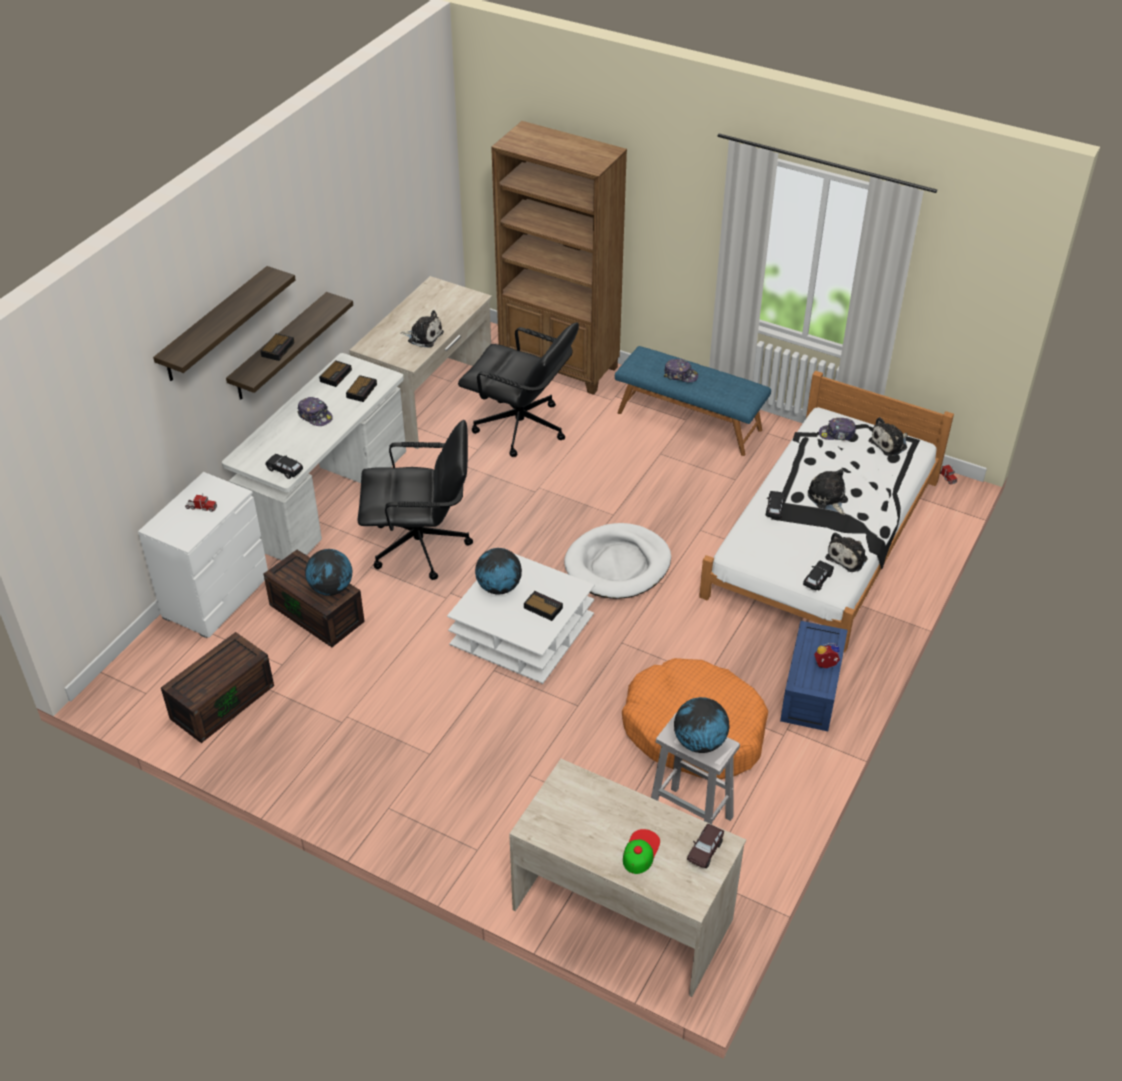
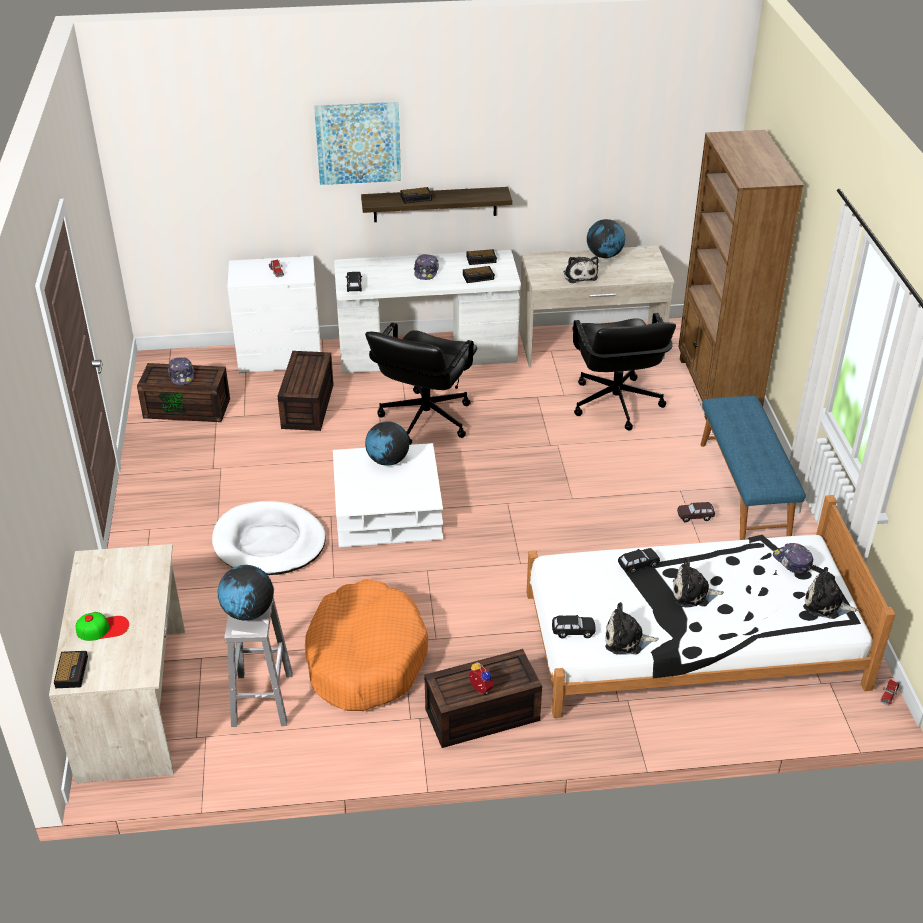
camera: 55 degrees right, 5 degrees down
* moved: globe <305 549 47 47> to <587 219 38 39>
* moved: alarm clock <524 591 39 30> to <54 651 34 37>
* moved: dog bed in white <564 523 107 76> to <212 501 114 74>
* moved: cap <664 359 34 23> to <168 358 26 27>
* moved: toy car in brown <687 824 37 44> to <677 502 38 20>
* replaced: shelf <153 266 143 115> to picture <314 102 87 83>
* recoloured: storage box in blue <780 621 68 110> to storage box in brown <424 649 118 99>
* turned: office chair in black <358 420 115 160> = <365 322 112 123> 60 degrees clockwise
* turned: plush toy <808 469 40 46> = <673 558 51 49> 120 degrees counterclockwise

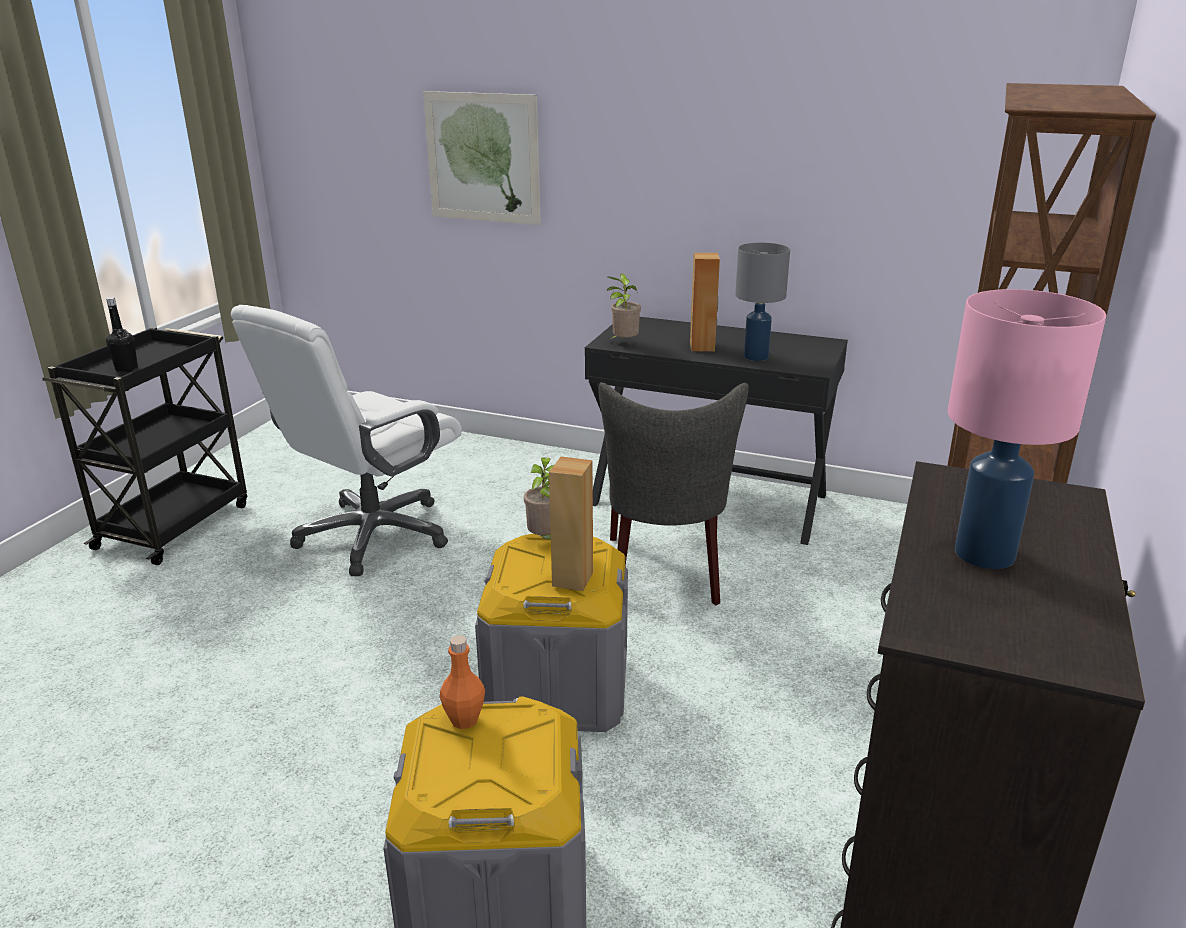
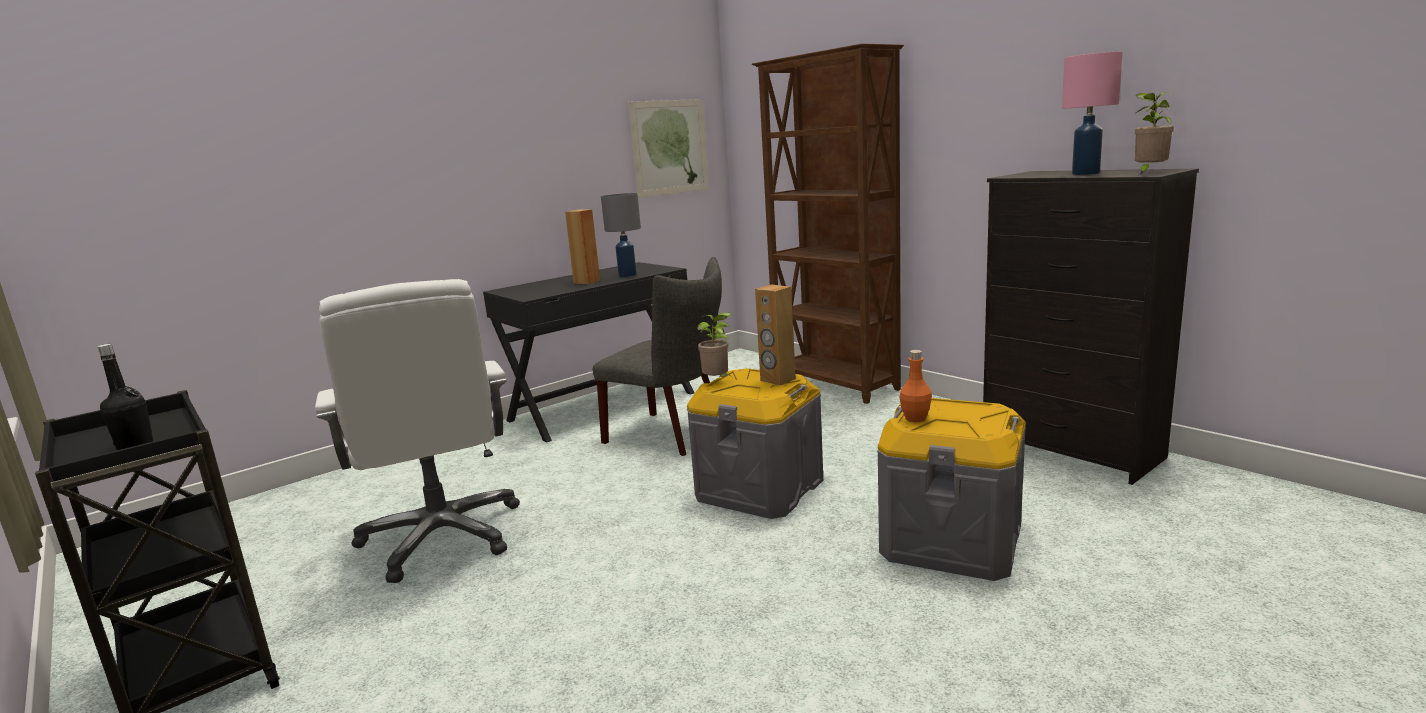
camera: 60 degrees left, 10 degrees down
* moved: picture <423 91 118 134> to <628 99 81 99>
* moved: potted plant <607 273 34 67> to <1135 92 41 83>

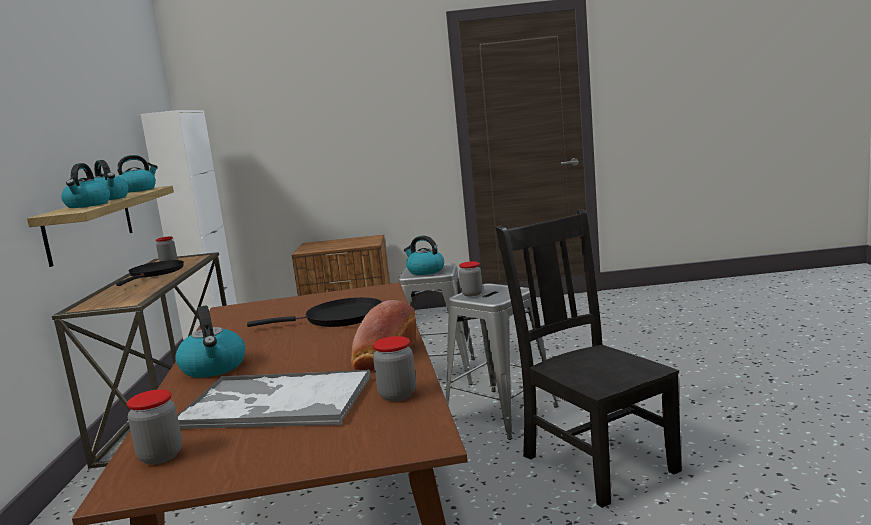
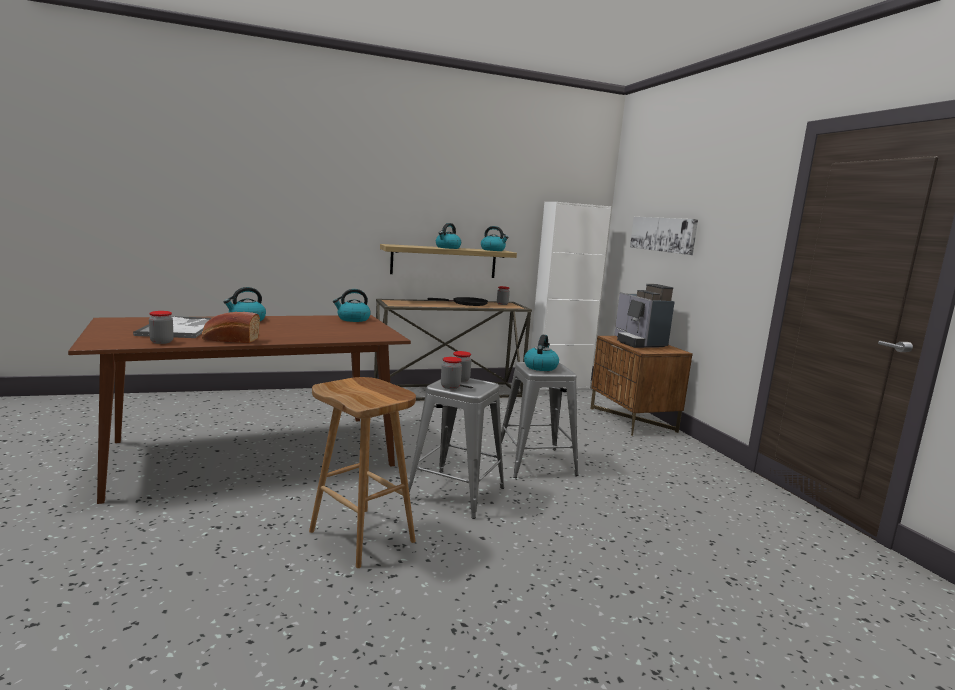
camera: 70 degrees right, 0 degrees up
* removed: frying pan in black <247 297 135 30>
* added: coffee machine <614 284 61 64>
* added: picture <630 217 68 38>
* moved: kettle <61 163 49 45> to <333 289 38 33>
* moved: jar <127 389 55 76> to <441 357 21 32>
* replaced: chair in black <495 209 187 299> to stool in brown <309 377 107 191>

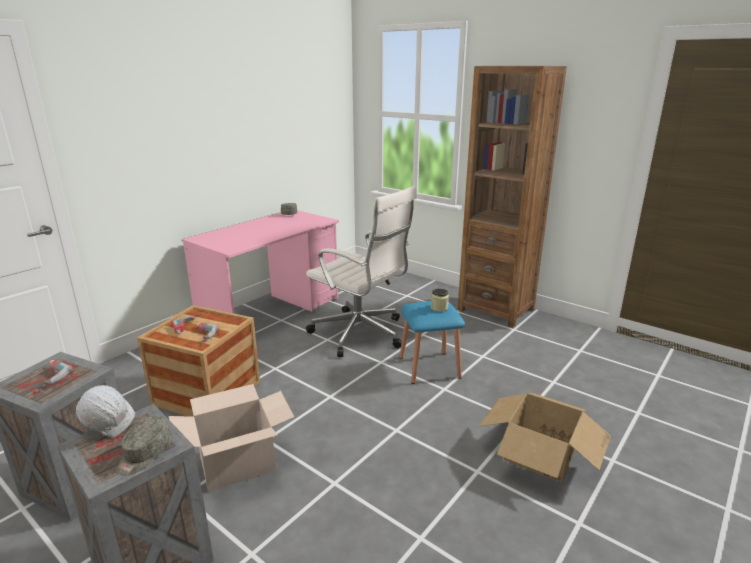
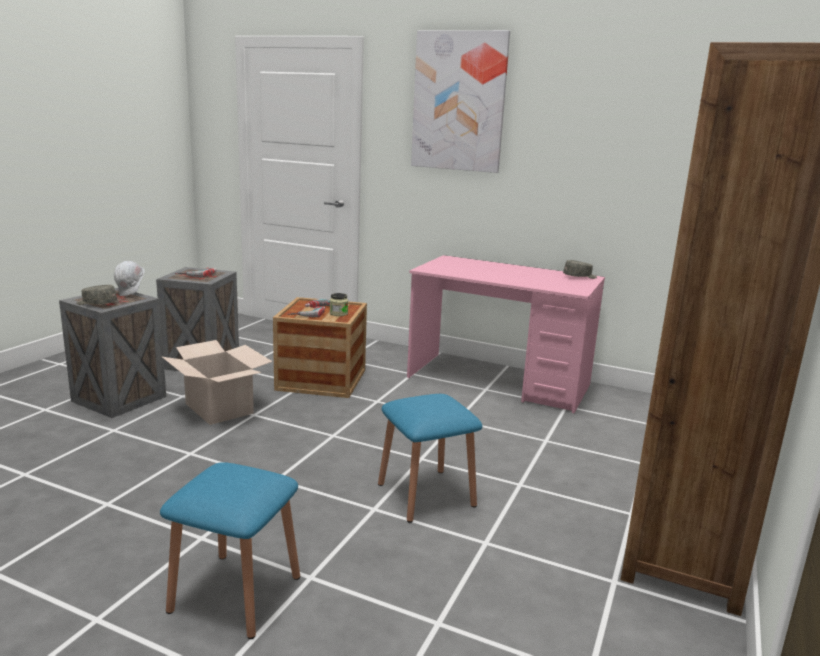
camera: 75 degrees right, 5 degrees down
* removed: office chair in white <306 186 111 171>
* added: picture <411 30 99 143>
* moved: jar <431 288 18 24> to <330 293 18 23>
* replaced: cardboard box <480 393 131 89> to stool in blue <160 462 140 177>

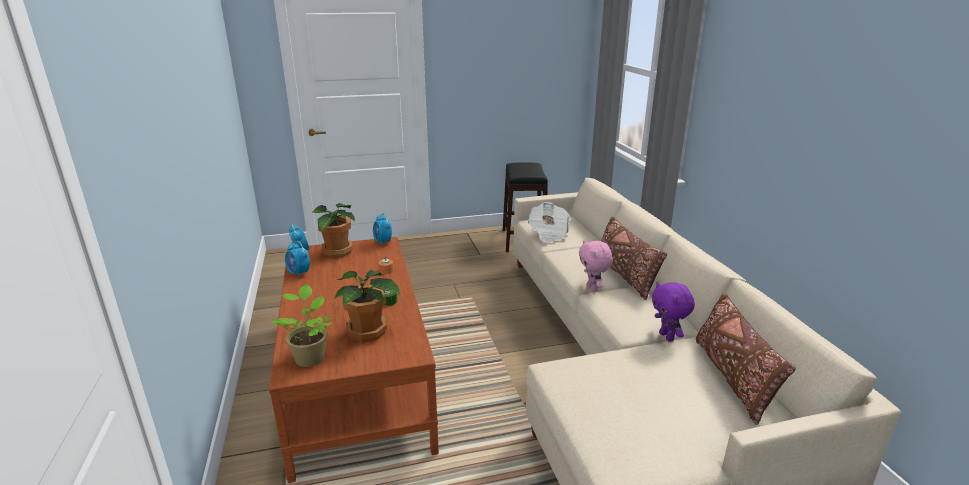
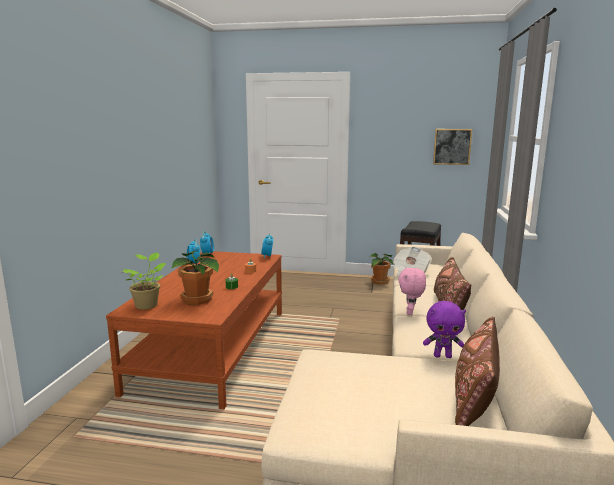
camera: 25 degrees right, 10 degrees down
* added: picture <433 129 39 36>
* moved: potted plant <312 203 43 55> to <370 253 23 32>
* turned: plush toy in purple <652 282 43 60> = <423 301 43 57> 90 degrees counterclockwise

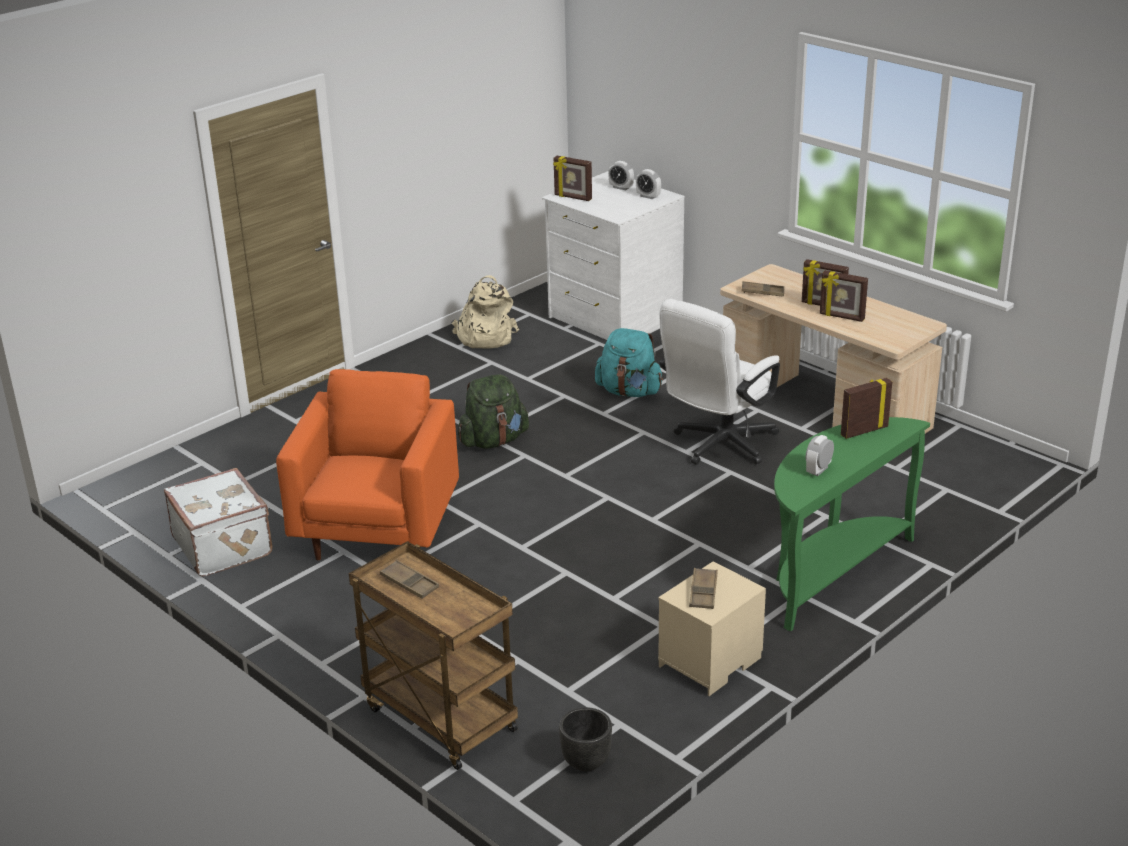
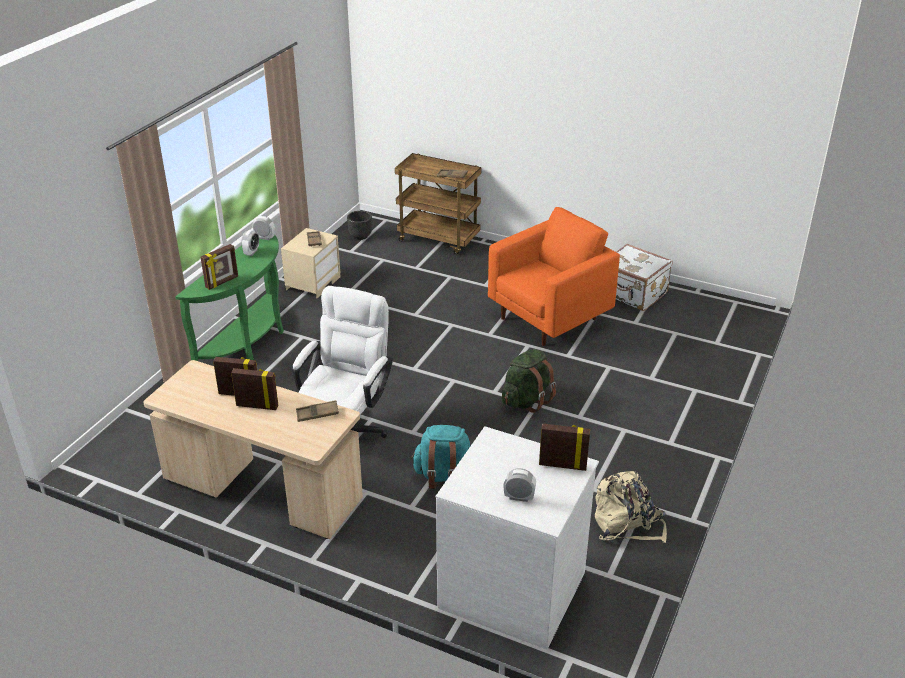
camera: 160 degrees right, 5 degrees up
* moved: alarm clock <636 169 25 30> to <252 216 23 24>
* turned: armchair in orange <276 369 183 191> = <488 207 132 139> 120 degrees counterclockwise

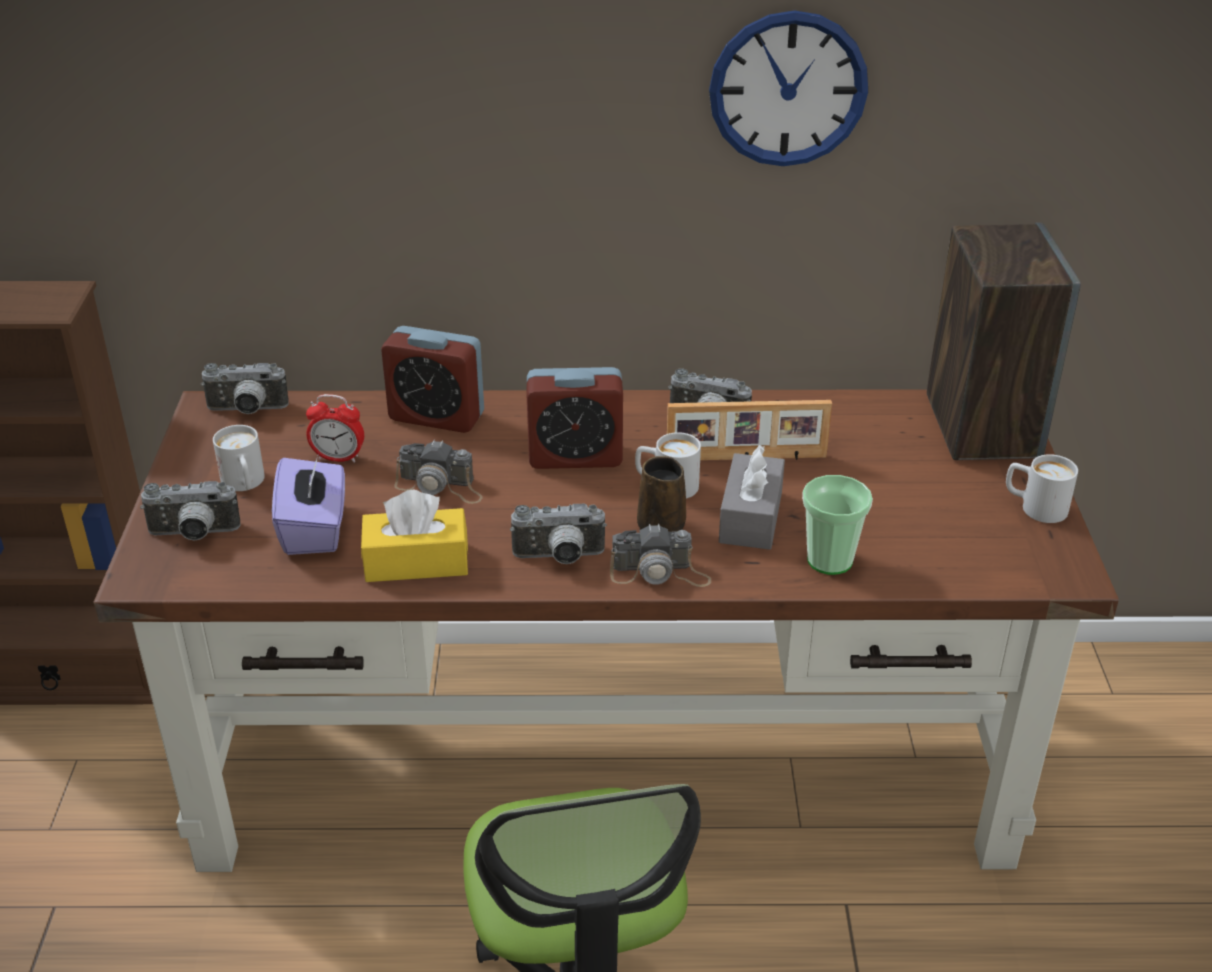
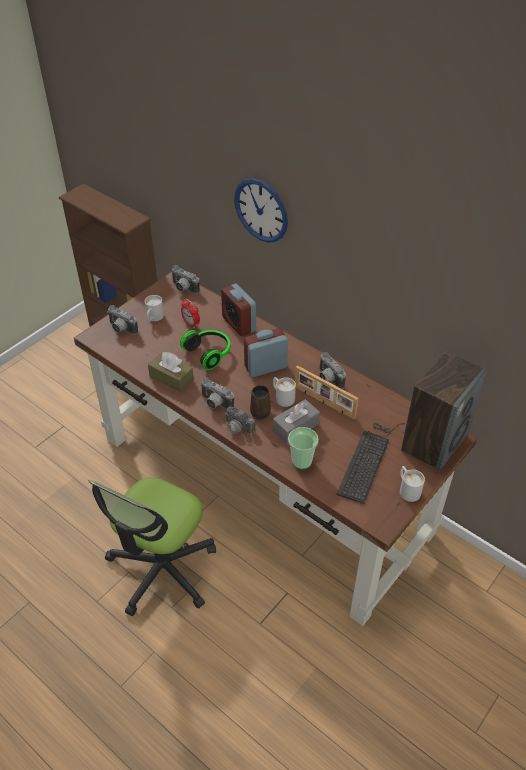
camera: 40 degrees right, 10 degrees up
* removed: tissue box in purple <272 453 73 102>
* added: keyboard <337 423 68 81>
* moved: wall clock <709 11 159 155> to <234 178 54 65>
* replaced: photo camera <394 440 89 64> to headphones <180 330 50 40>
* recoloured: tissue box in yellow <361 490 107 92> to tissue box in brown <148 352 46 41>
* turned: alarm clock <527 367 96 102> = <244 328 44 49> 120 degrees clockwise

